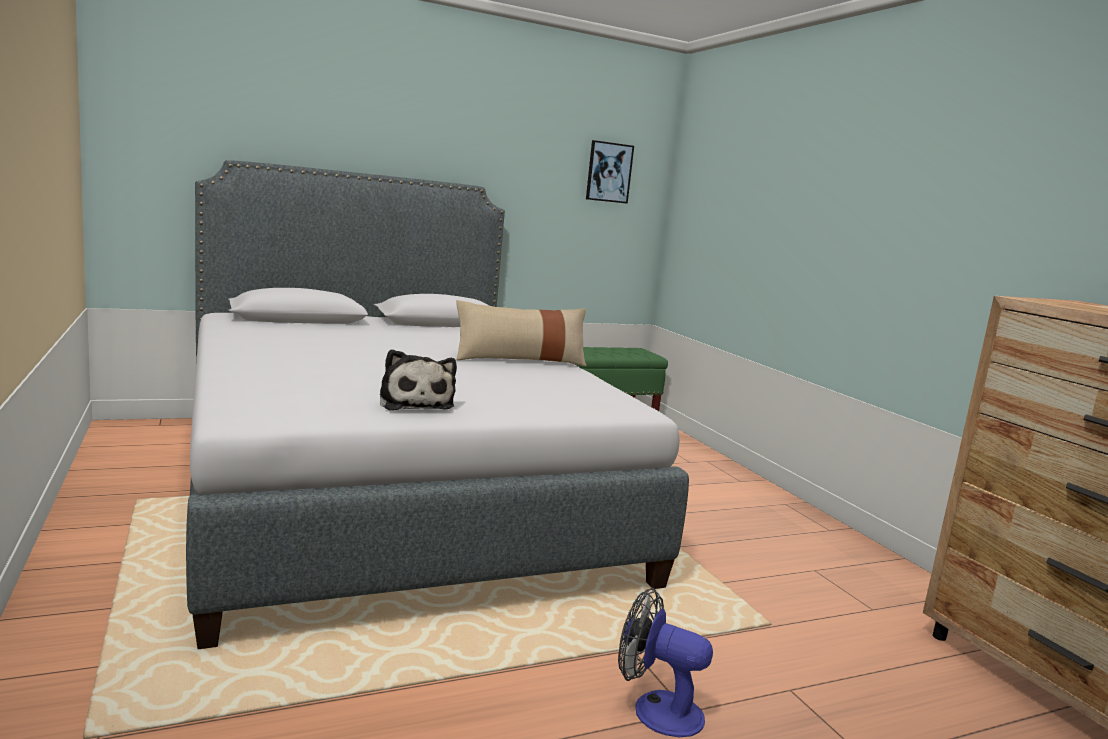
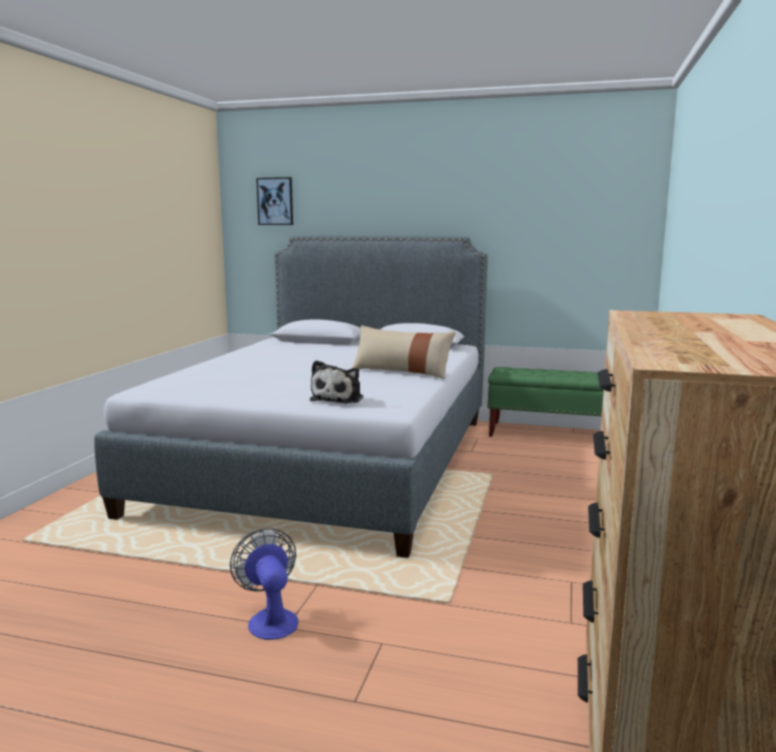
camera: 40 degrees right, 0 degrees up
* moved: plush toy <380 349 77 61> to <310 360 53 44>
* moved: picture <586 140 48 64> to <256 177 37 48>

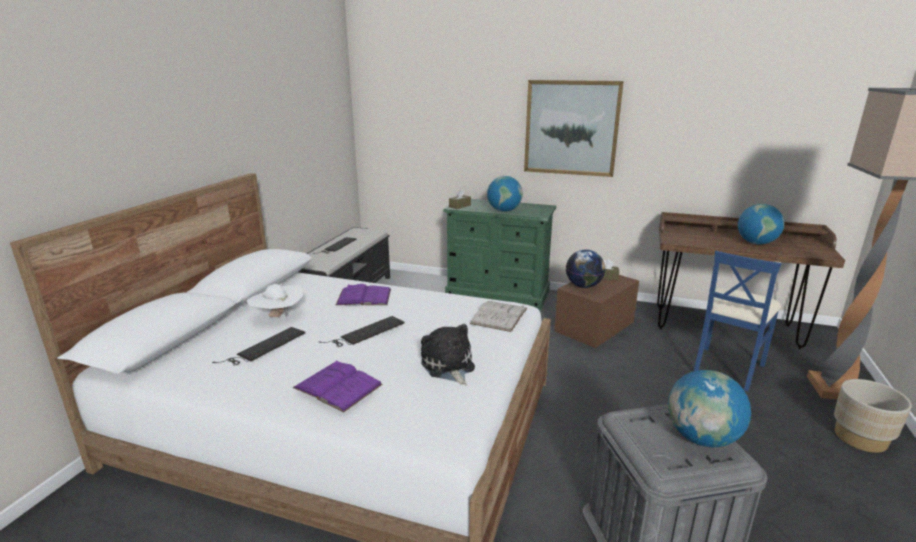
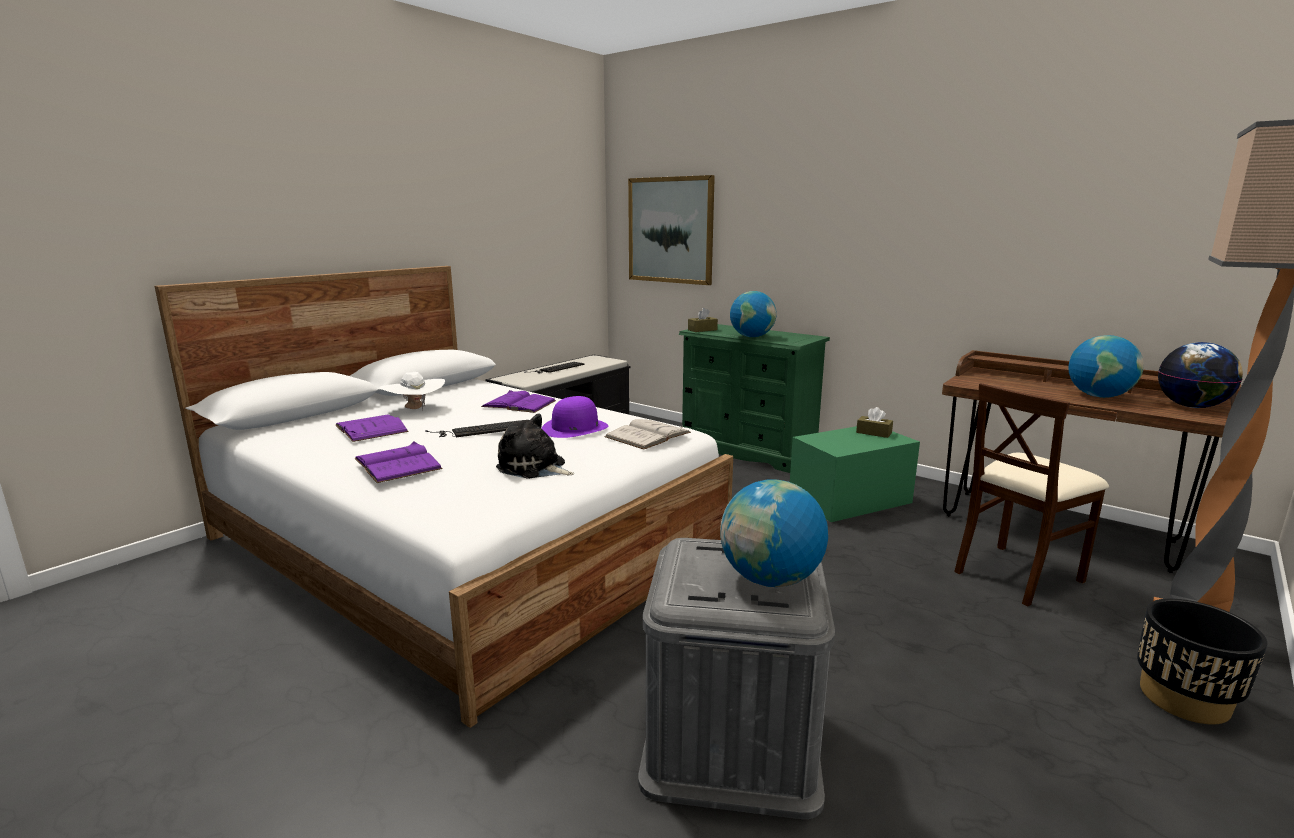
camera: 20 degrees right, 5 degrees down
* added: hat in purple <541 396 67 42>
* moved: picture <524 80 100 97> to <628 175 87 110>
* moved: globe <566 249 39 39> to <1158 342 85 66>
* replaced: keyboard <212 327 93 39> to book in purple <336 414 73 28>
* recoloured: storage box in brown <554 275 85 73> to storage box in green <790 426 130 96>
* recoloured: chair in blue <694 251 88 140> to chair in beige <954 383 155 223>
* recoloured: planter in beige <834 379 78 74> to planter in black <1137 599 130 126>
* turned: plush toy <421 324 54 61> = <496 413 79 66> 60 degrees counterclockwise

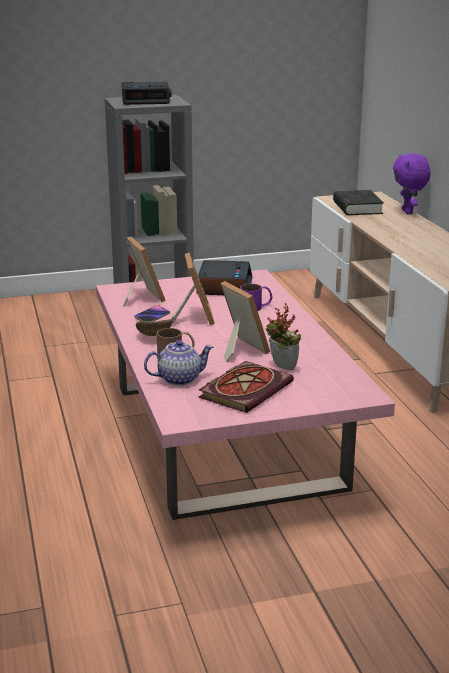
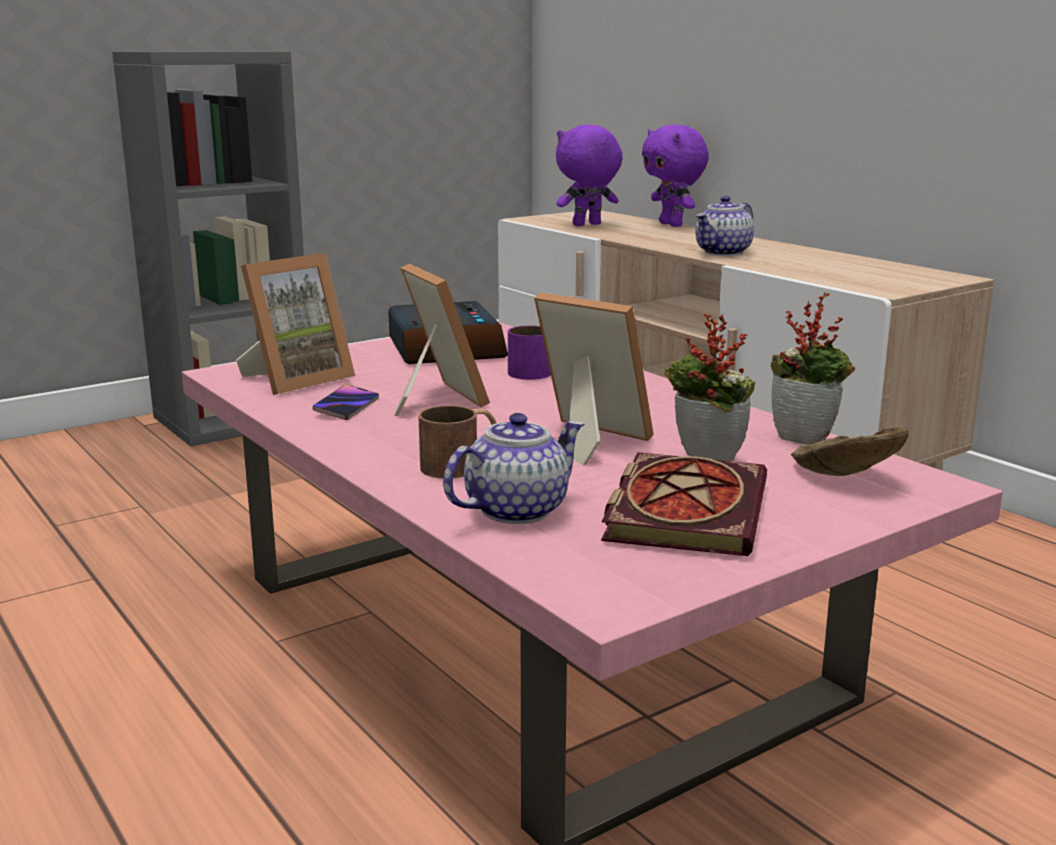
camera: 20 degrees left, 5 degrees down
* removed: alarm clock <121 82 51 23>
* added: teapot <695 196 59 60>
* added: potted plant <771 292 84 152>
* moved: bowl in brown <136 319 37 17> to <791 426 118 50>
* replaced: book in black <333 190 51 25> to plush toy in purple <556 124 67 102>
* turned: picture frame <123 237 43 70> = <236 253 119 142> 90 degrees clockwise

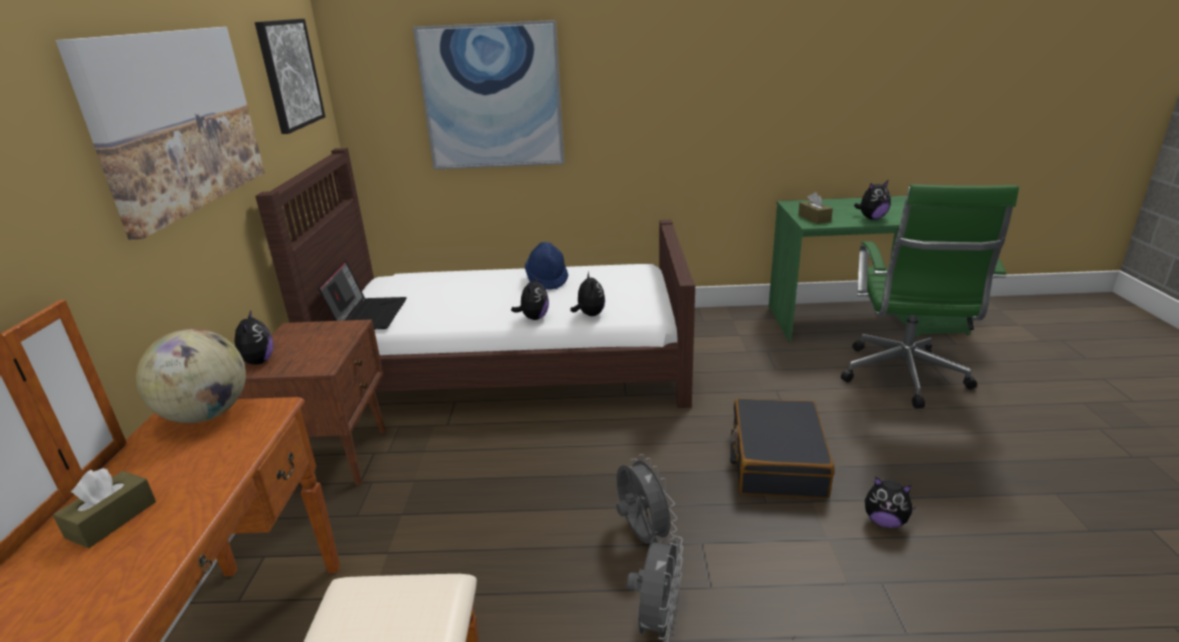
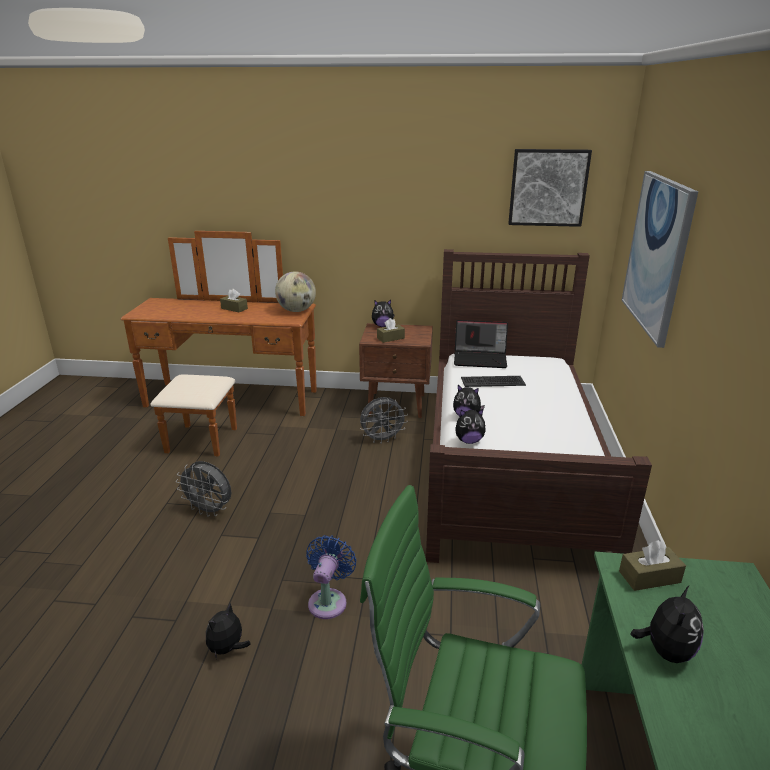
camera: 95 degrees right, 0 degrees up
* removed: picture <55 27 210 213>
* removed: hat in blue <525 242 43 48>
* added: tissue box in brown <377 318 28 25>
* added: keyboard <461 376 65 11>
* moved: fan in grey <616 454 61 90> to <360 397 48 47>
* replaced: suitcase in black <730 398 104 101> to fan in blue <306 535 51 84>
* turned: plush toy <854 181 37 39> = <630 586 74 77> 135 degrees counterclockwise

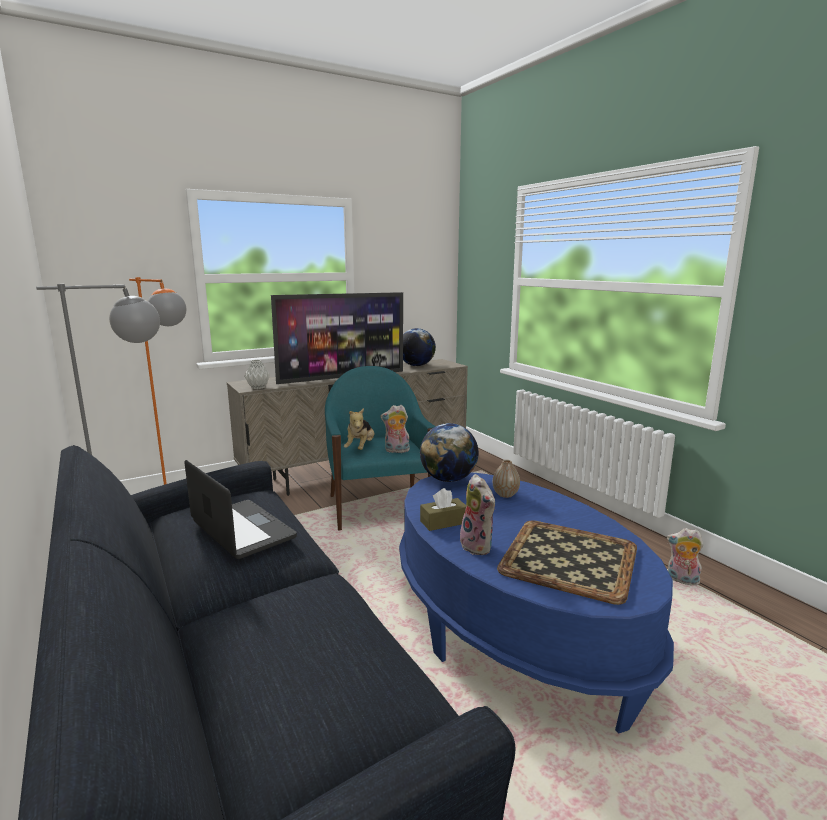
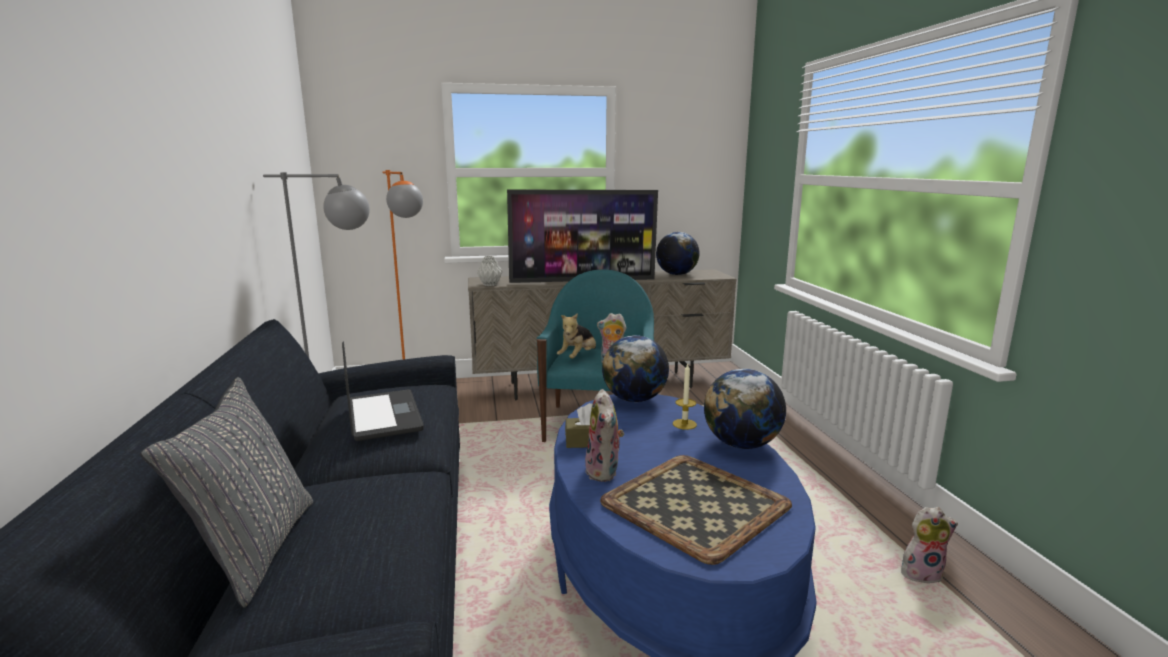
camera: 20 degrees right, 0 degrees up
* added: pillow in grey <140 377 173 231>
* added: globe <704 369 82 80>
* replaced: vase <493 460 27 38> to candle <673 364 24 66>
* turned: plush toy <667 528 37 57> = <901 507 57 76> 135 degrees clockwise

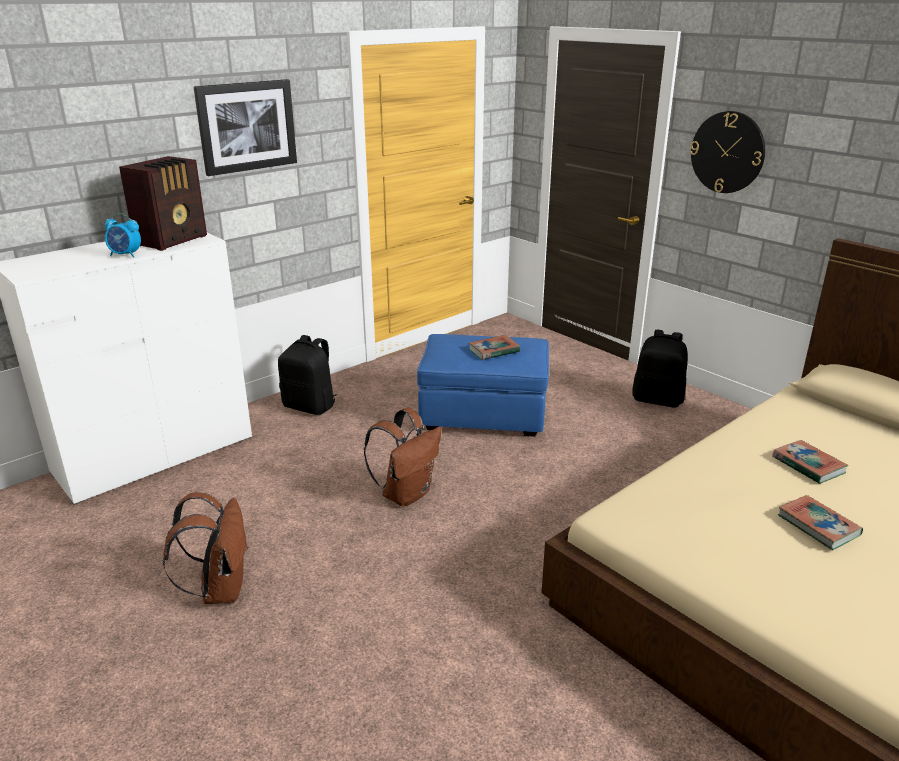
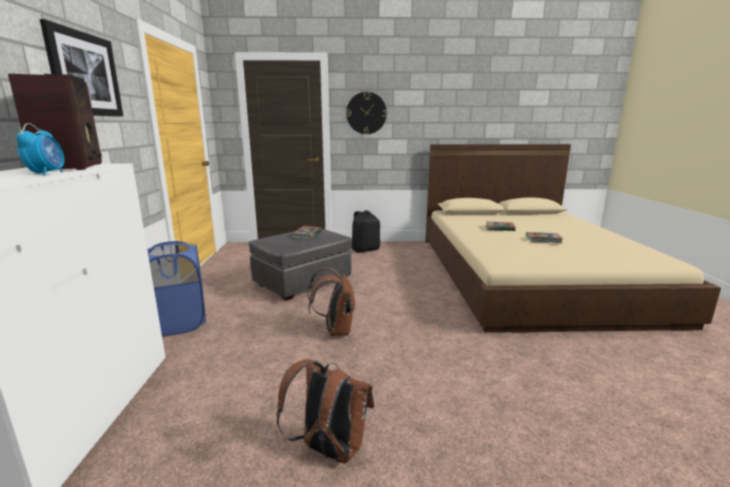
camera: 50 degrees left, 10 degrees down
* replaced: backpack in black <278 335 58 80> to laundry basket in blue <147 241 59 95>
* recoloured: ottoman in blue <417 334 132 103> to ottoman in grey <249 228 103 73>
* turned: alarm clock <105 213 36 45> = <16 123 48 53> 60 degrees counterclockwise

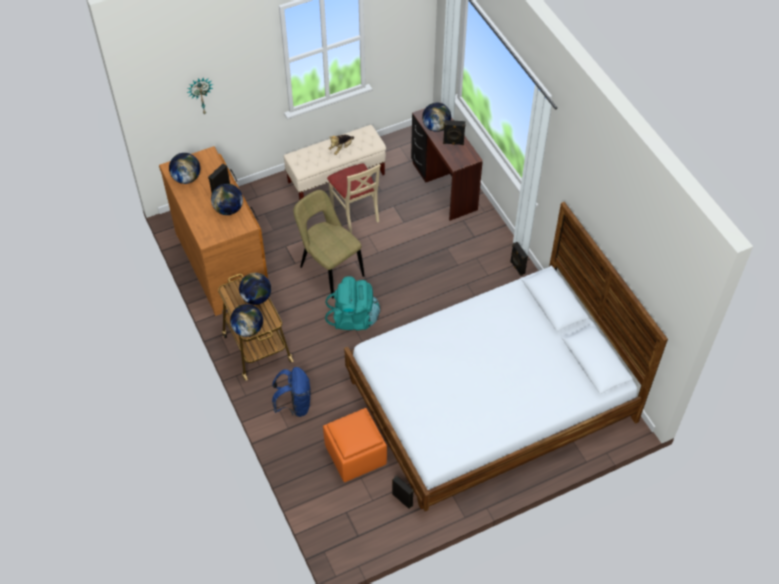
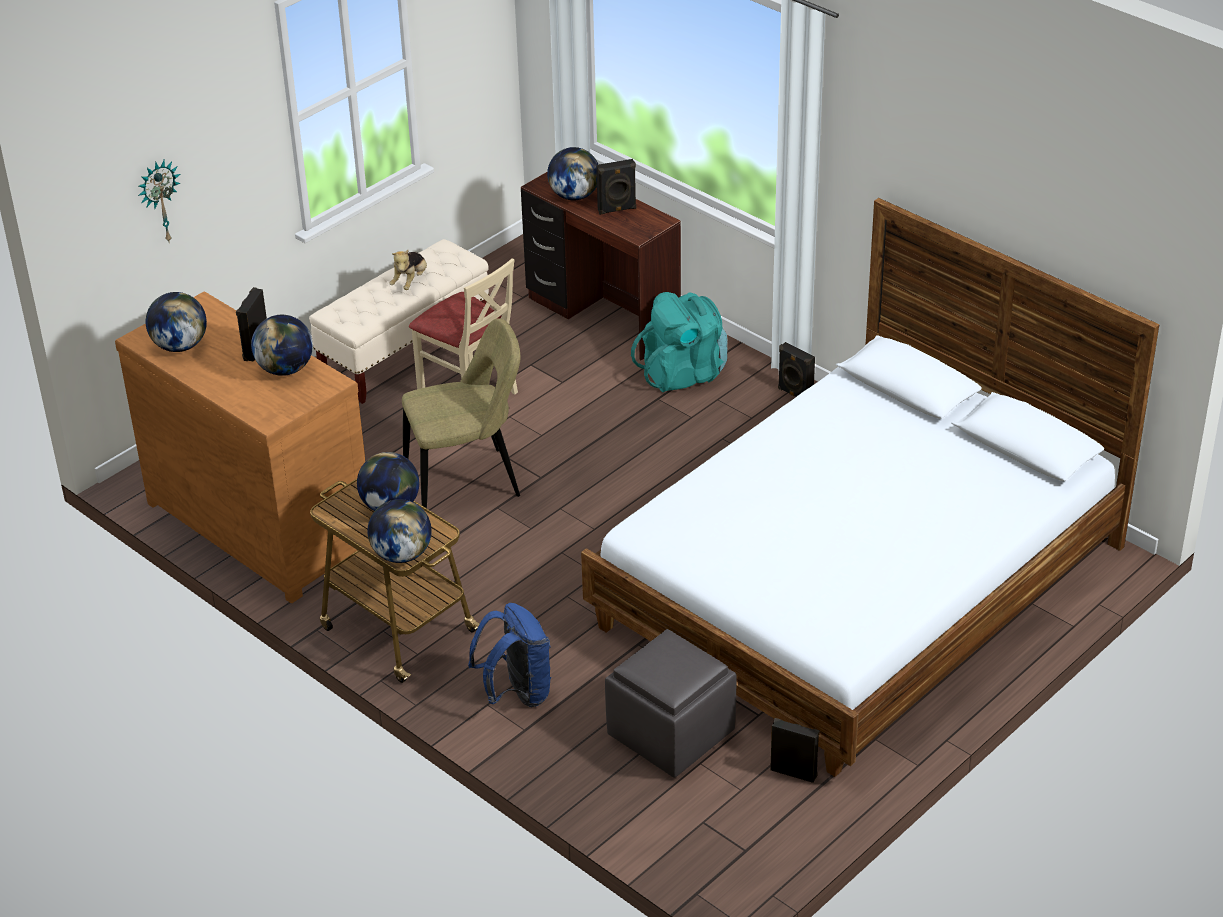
camera: 20 degrees left, 15 degrees down
* moved: backpack in turquoise <325 276 55 54> to <631 292 97 100>
* recoloured: ottoman in orange <323 408 64 74> to ottoman in grey <605 629 132 149>
* turned: chair in beige <293 190 71 108> = <402 318 119 190> 135 degrees clockwise

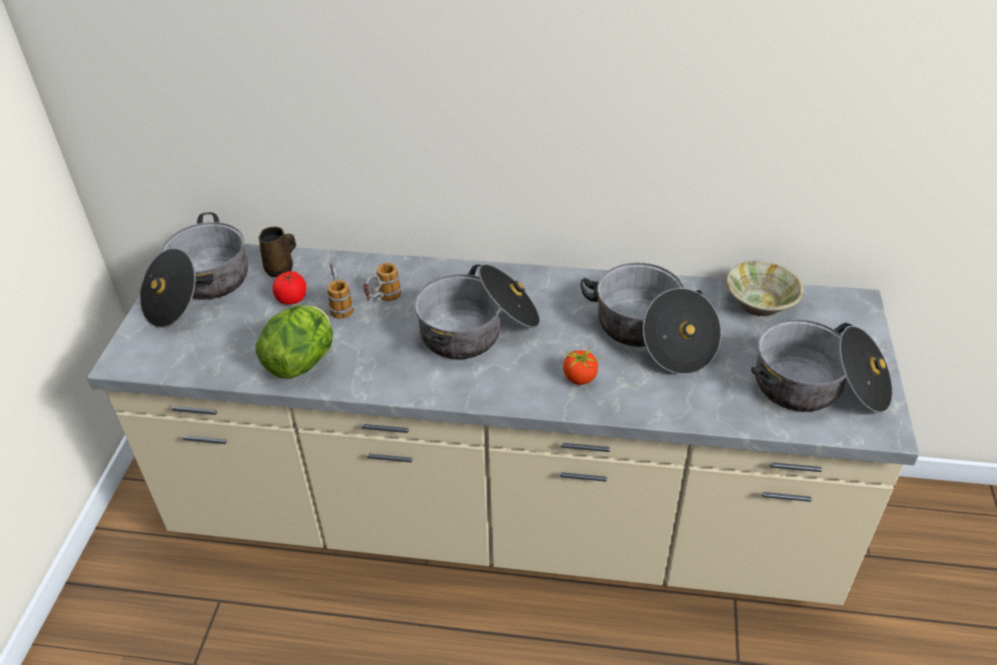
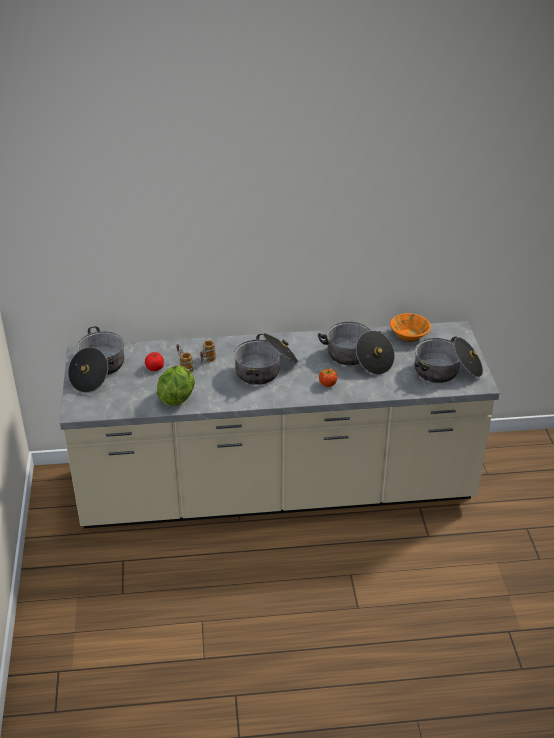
camera: 15 degrees left, 5 degrees down
* removed: mug in brown <259 227 37 50>
* recoloured: bowl in beige <726 260 78 56> to bowl in orange <390 313 41 29>

